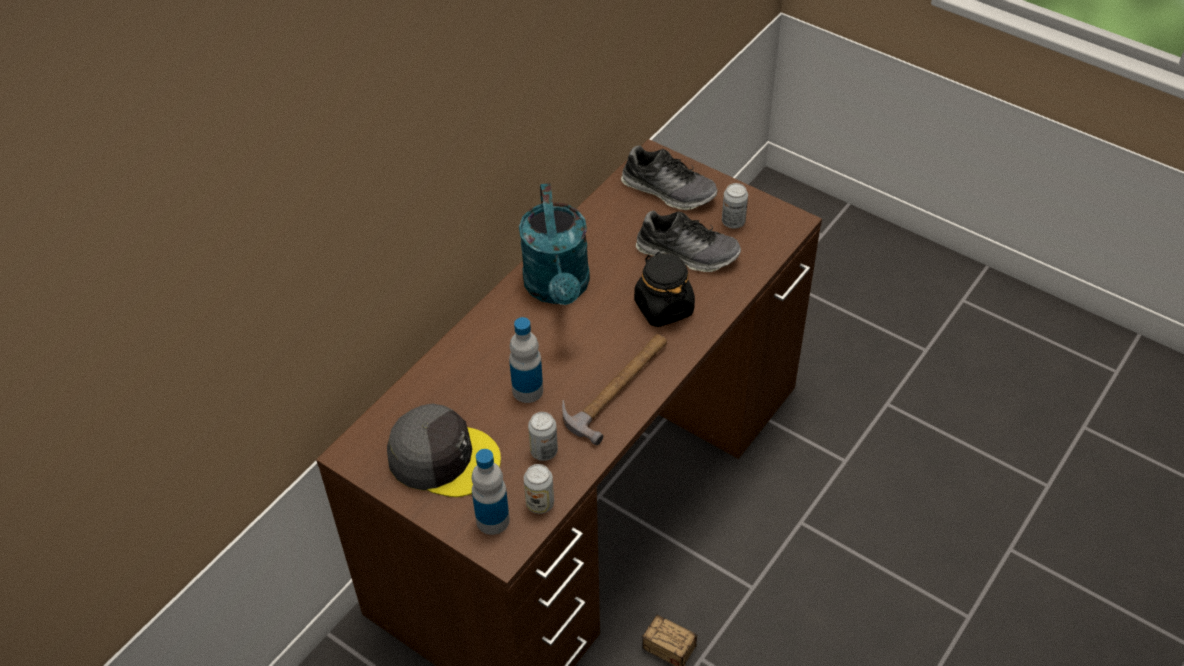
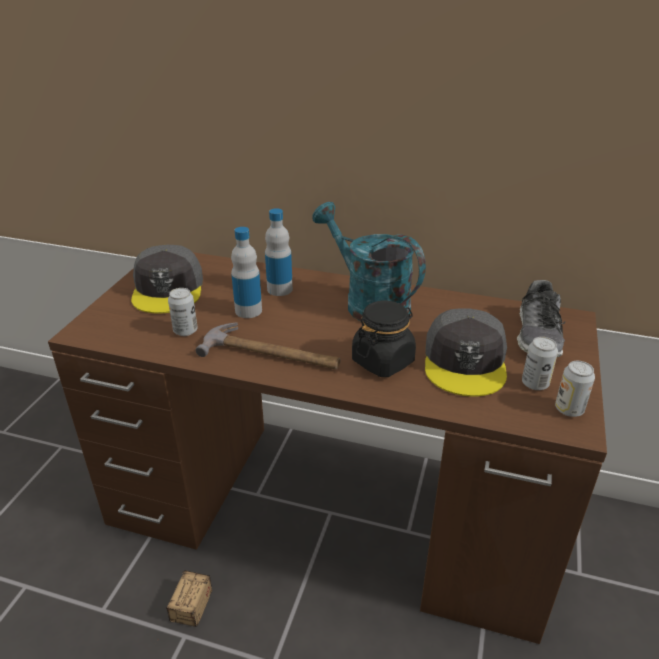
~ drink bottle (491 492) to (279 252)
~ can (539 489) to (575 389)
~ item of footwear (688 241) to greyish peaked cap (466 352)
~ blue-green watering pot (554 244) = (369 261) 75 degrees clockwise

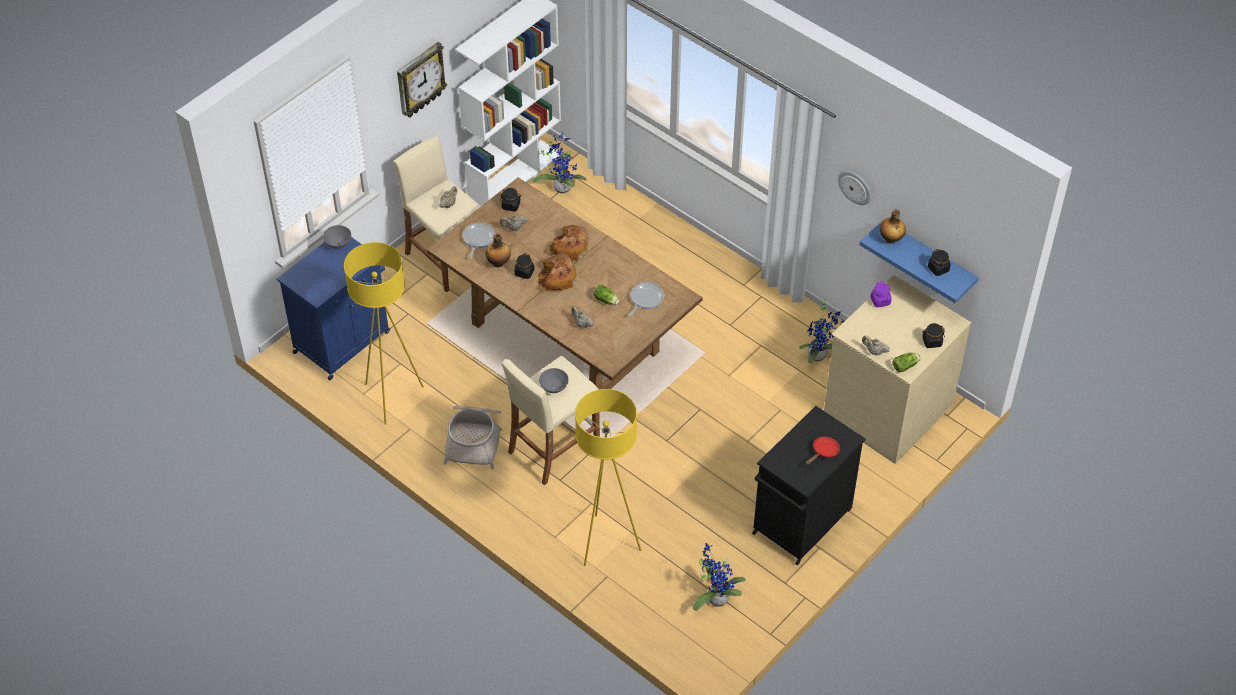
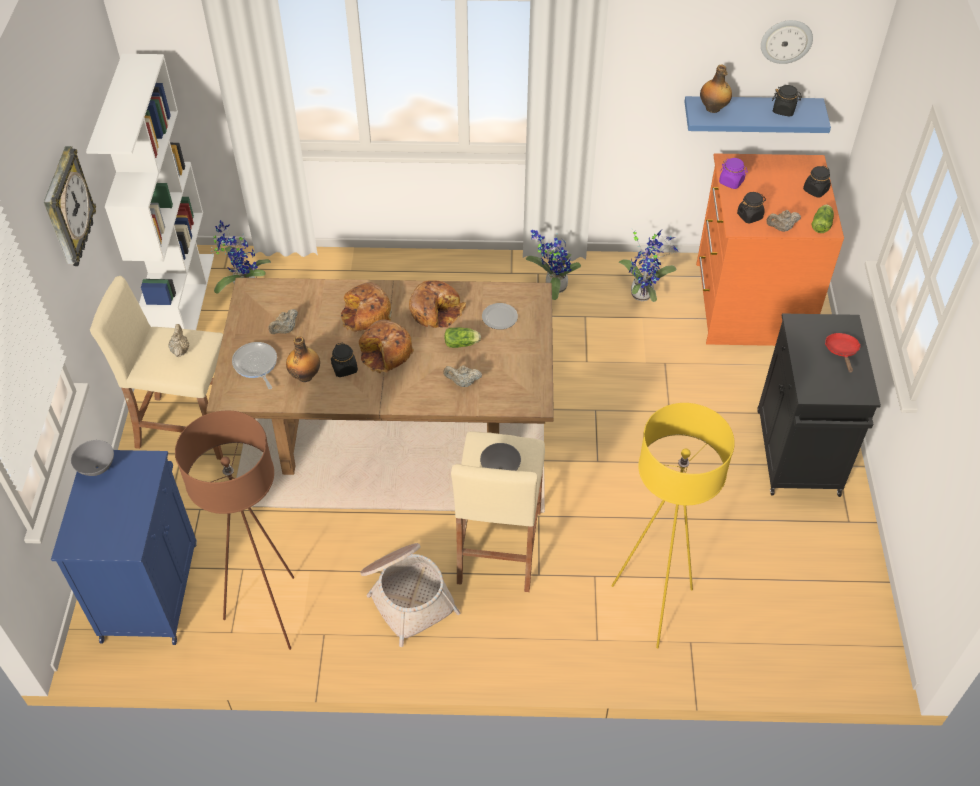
+ bread (437 304)
~ black jar (511 199) to (751 208)
~ potted plant (719 577) to (553 265)
~ hanging clock (854 188) to (787 42)
~ skillet (646 299) to plate (500 316)
~ yellow-coloured standard lamp (384 333) to brown standard lamp (234 530)
~ beige-coloured chest of drawers (897 369) to orange-coloured chest of drawers (770 250)

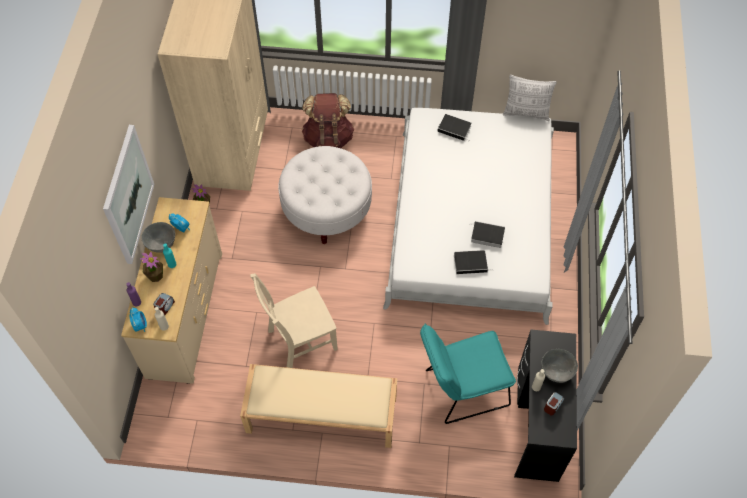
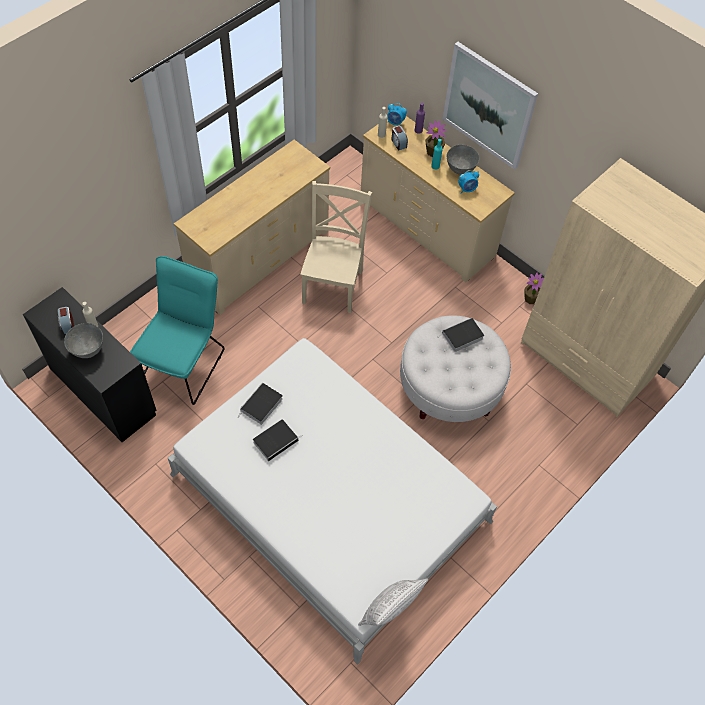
- brown backpack (328 120)
~ bound book (454 128) to (462 335)
~ beige-coloured indoor bench (319 406) to beige-coloured chest of drawers (252 227)

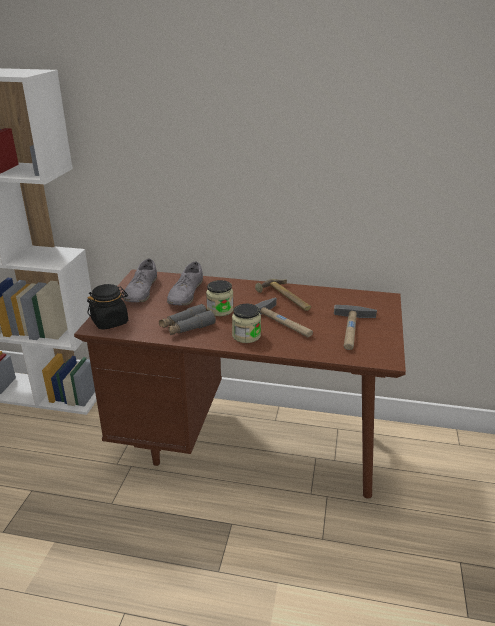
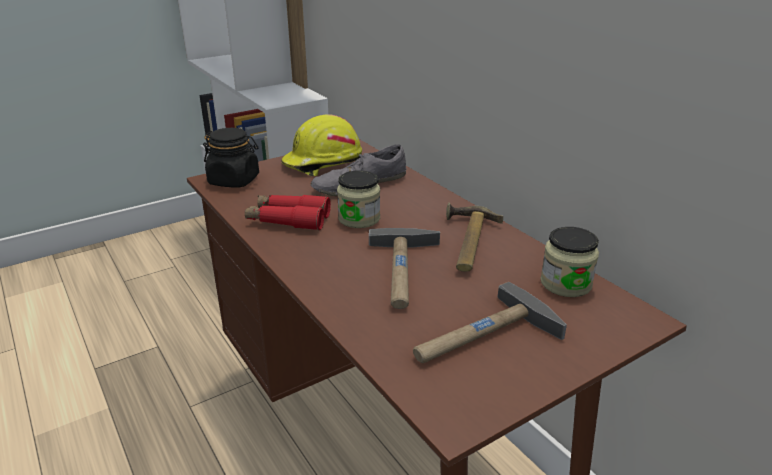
~ jar (246 323) to (569 262)
~ greyish item of footwear (140 280) to yellow-coloured hard hat (322 145)
~ greyish field glasses (187 319) to red field glasses (288 212)

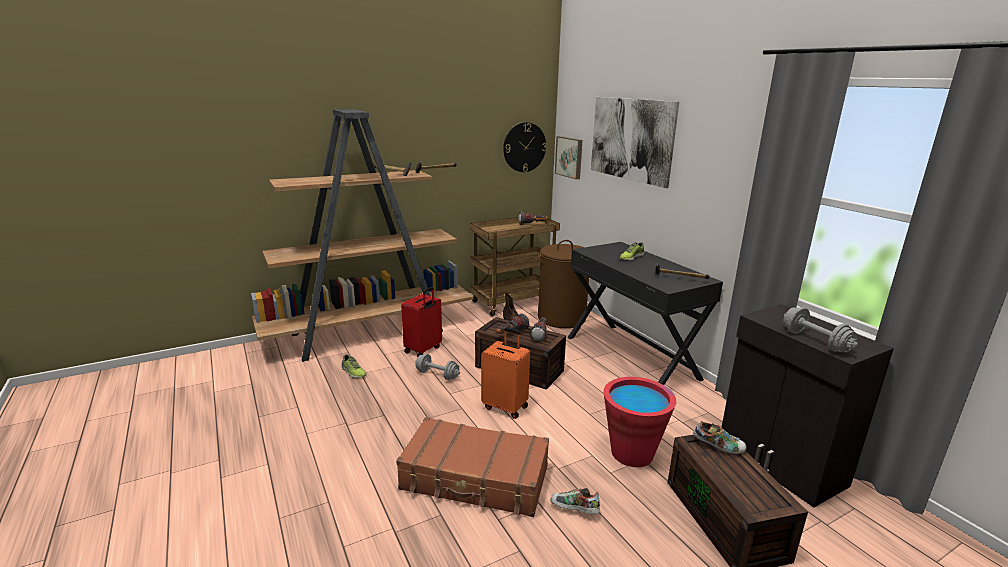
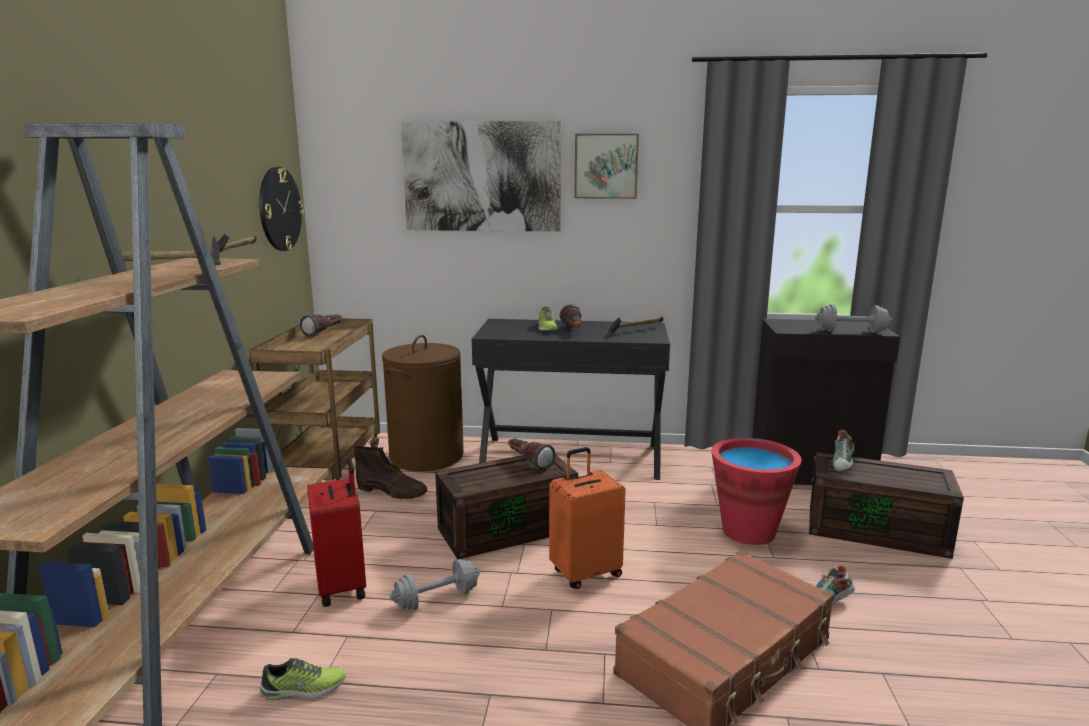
~ hand torch (512 324) to (570 316)
~ wall art (569 157) to (606 166)
~ item of footwear (720 437) = (843 451) 150 degrees clockwise

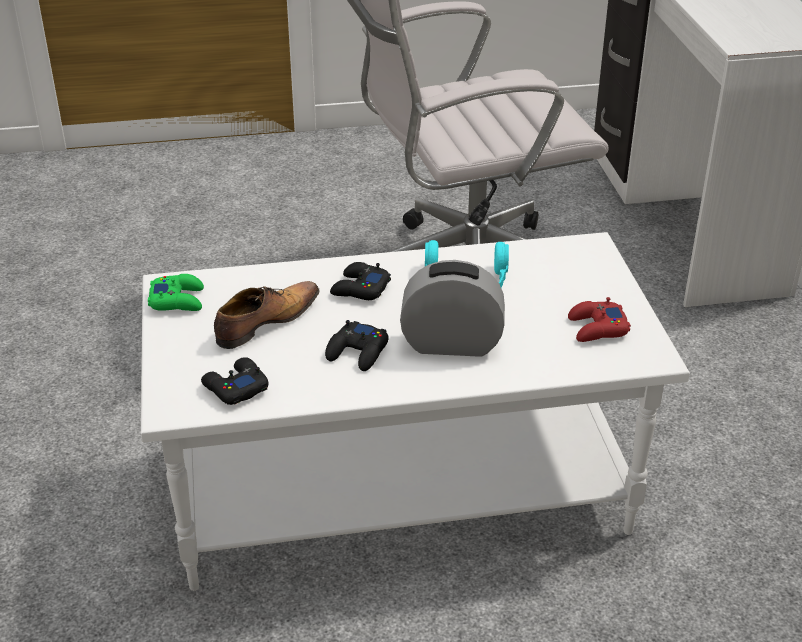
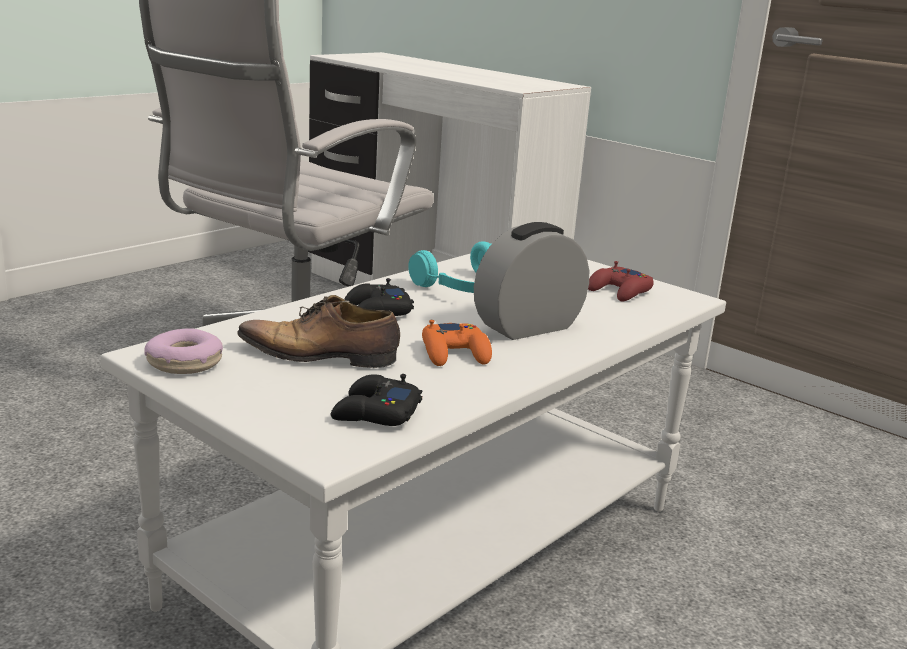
~ green gamepad (176 292) to ring doughnut (183 351)
~ black gamepad (357 345) to orange-coloured gamepad (457 343)
~ item of footwear (267 315) = (318 331) 90 degrees counterclockwise

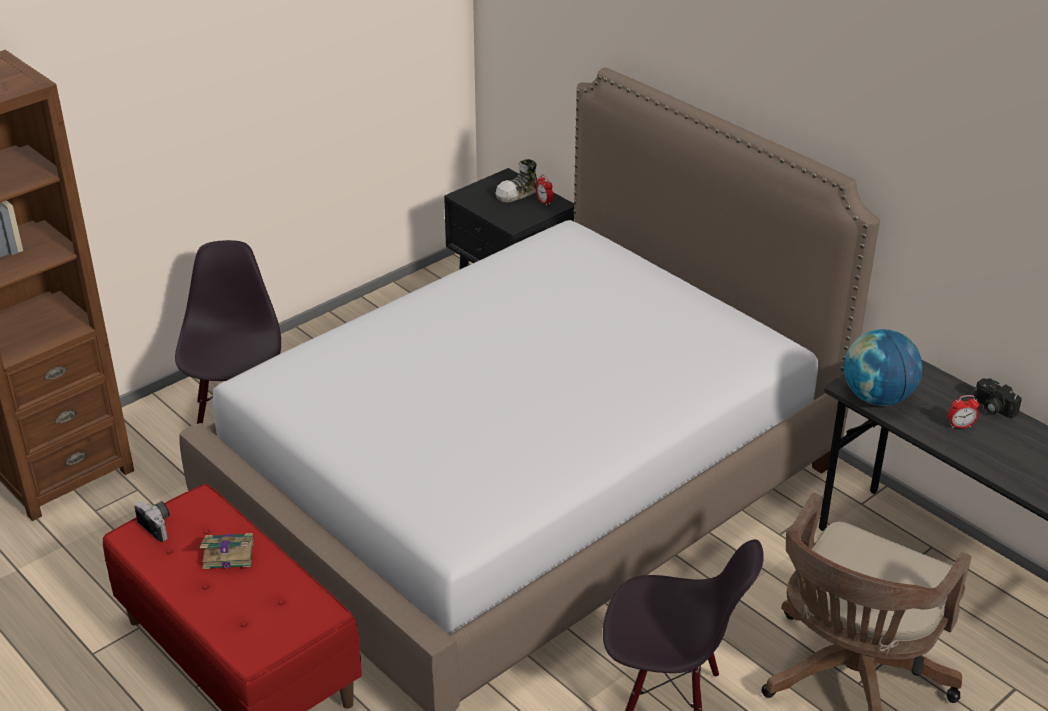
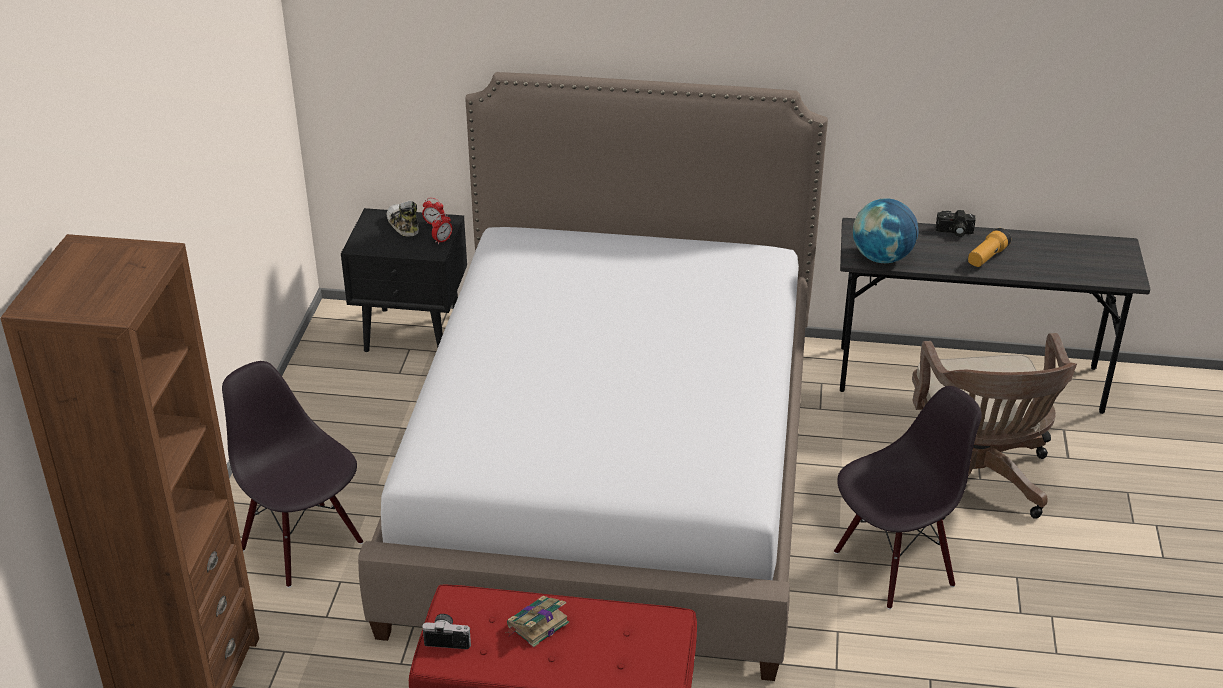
+ hand torch (989 247)
~ bedside clock (963 412) to (442 228)
~ item of footwear (516 180) = (402 219) 135 degrees clockwise

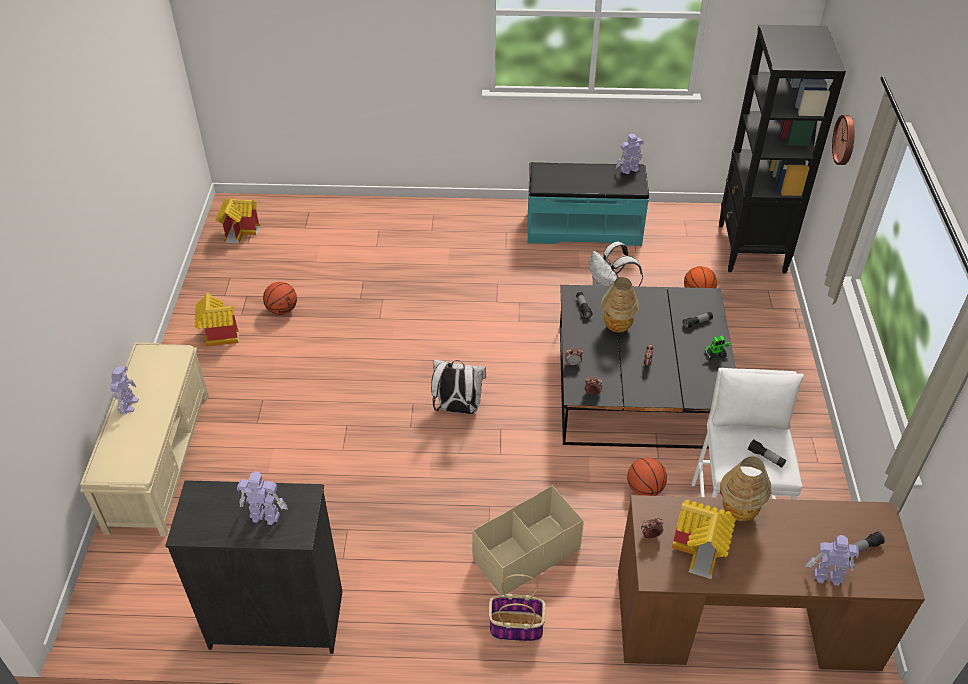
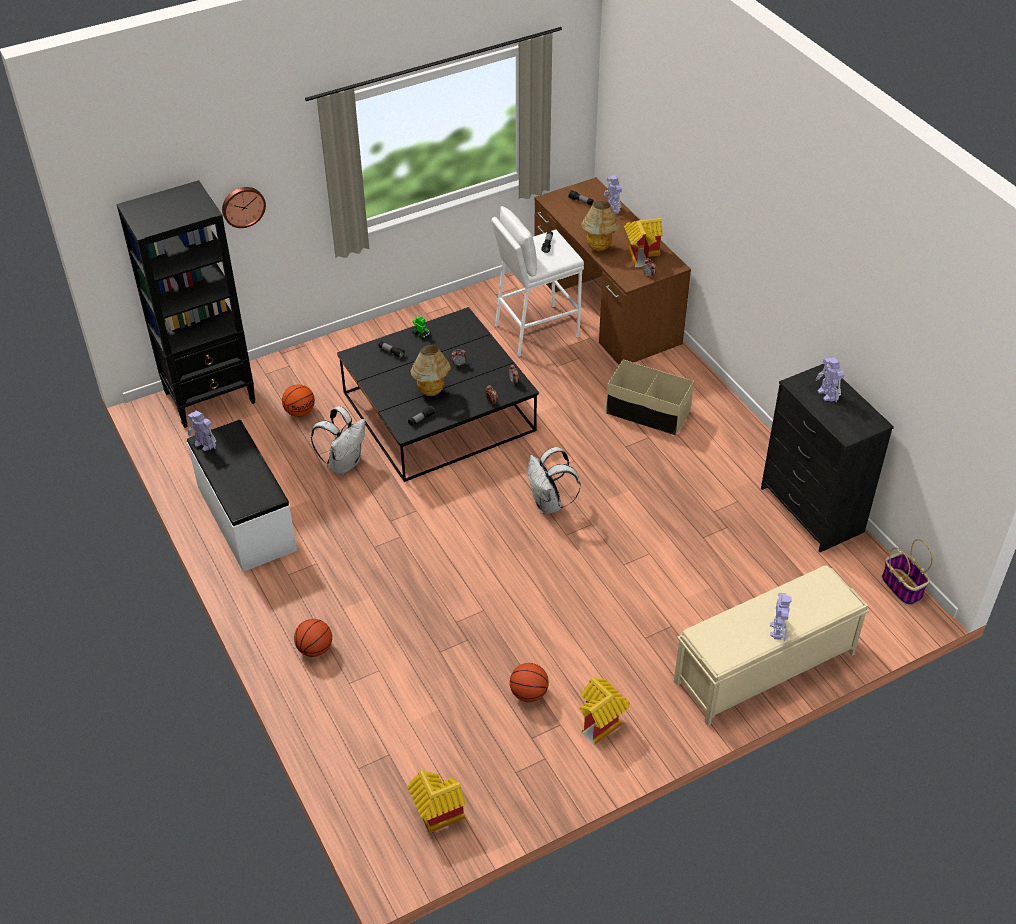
~ storage basket (517 608) to (907 572)
~ basketball (647 477) to (313 638)
~ blue-green indoor bench (588 204) to white-coloured indoor bench (242 496)
~ robot figure (124 390) = (781 617) 120 degrees clockwise

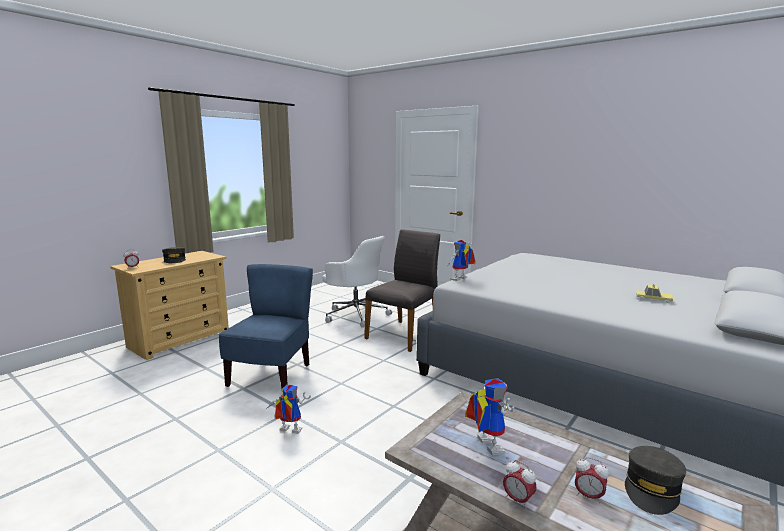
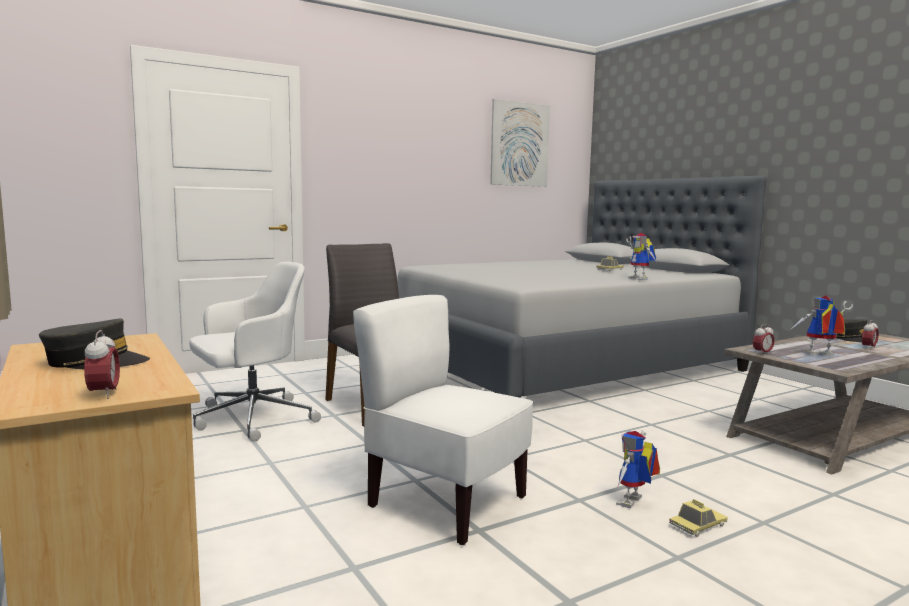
+ wall art (520 143)
+ model car (698 518)
~ robot figure (461 260) to (641 256)
~ bedside clock (520 484) to (764 339)
~ bluish upright chair (265 326) to white-coloured upright chair (443 420)

